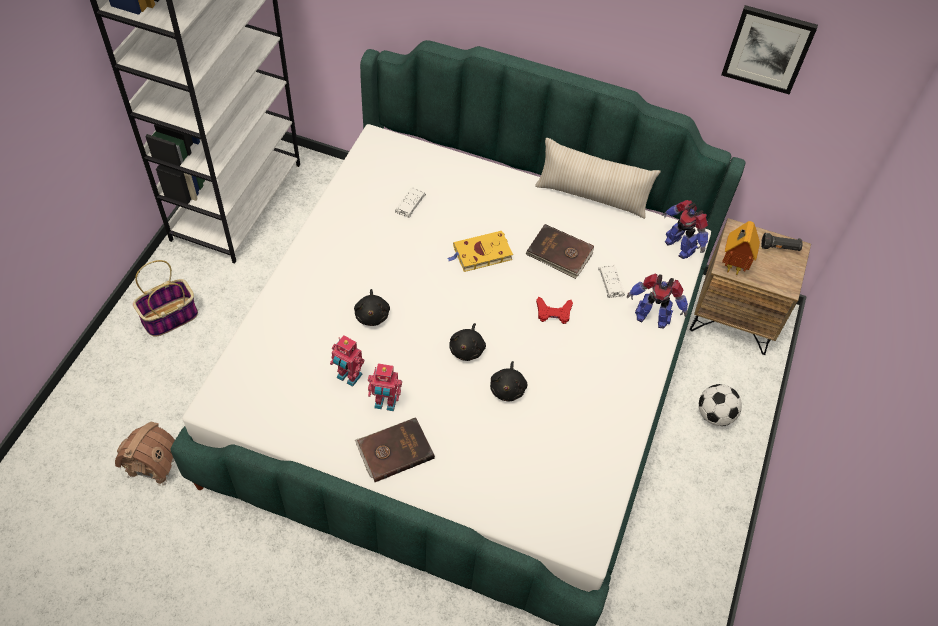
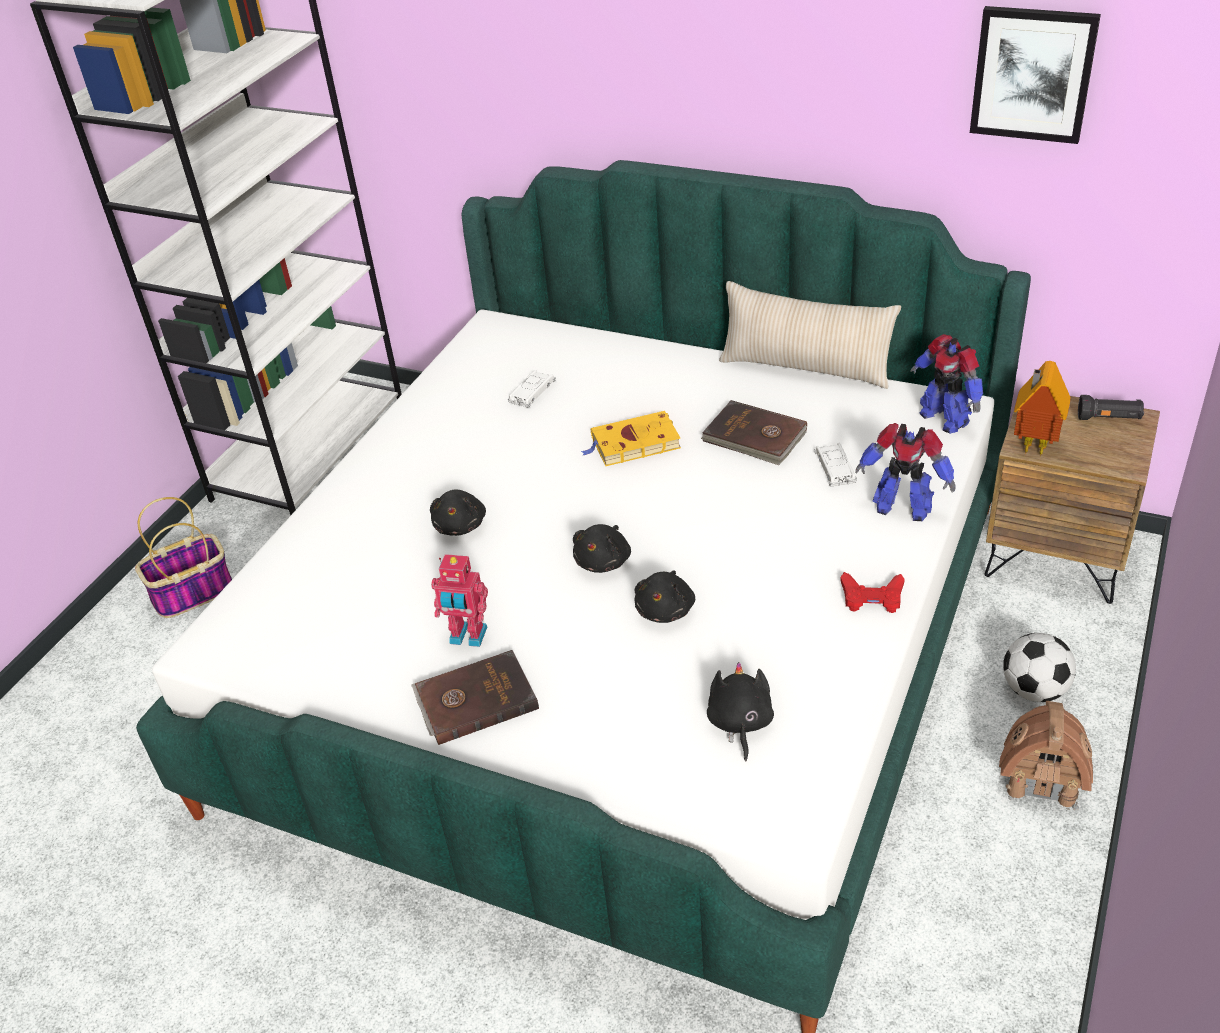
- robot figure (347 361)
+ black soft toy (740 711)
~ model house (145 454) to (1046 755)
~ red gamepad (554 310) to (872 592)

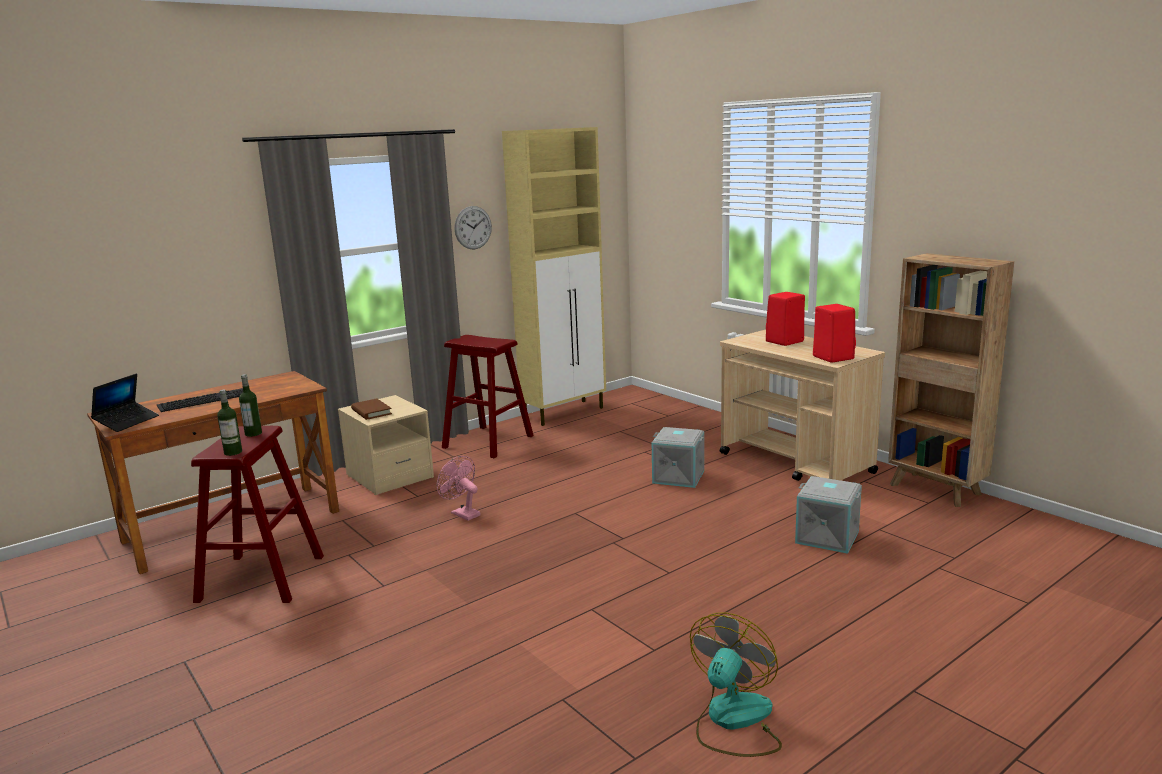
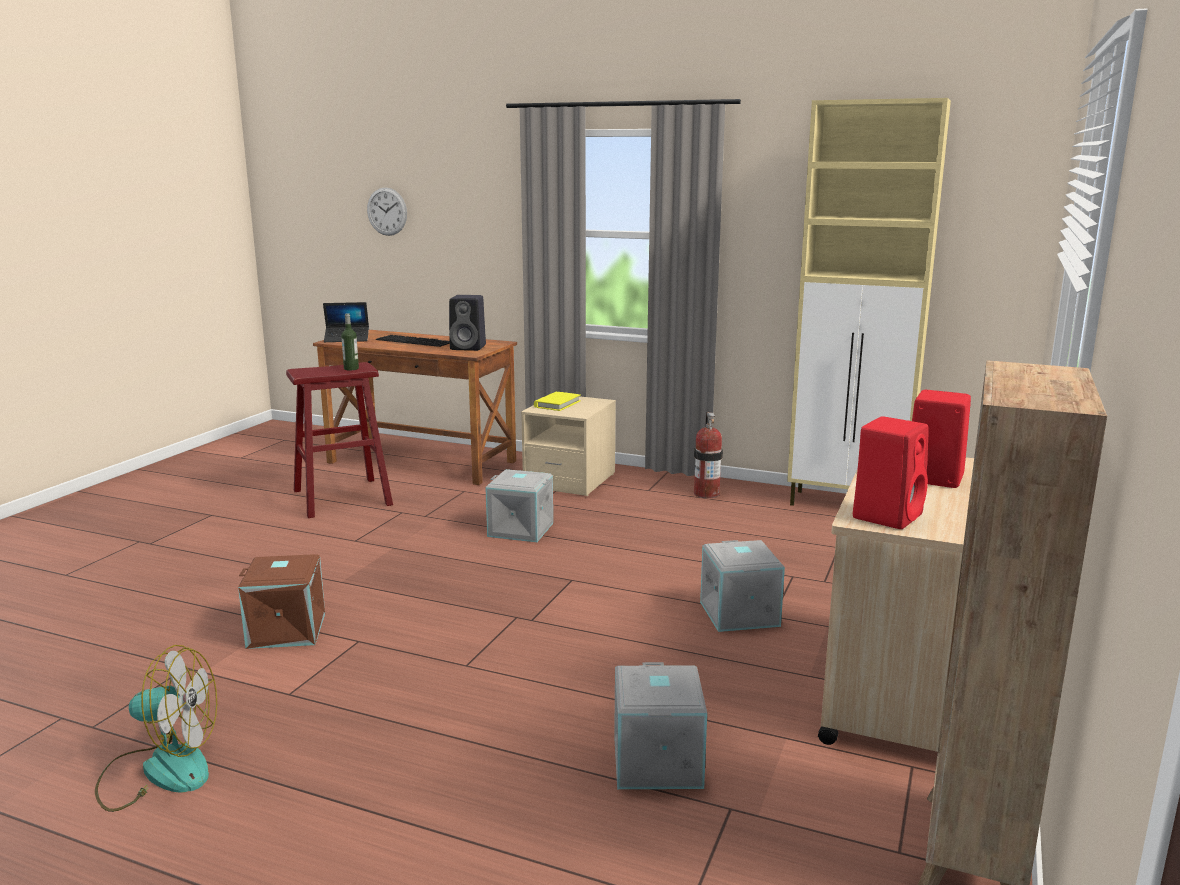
- drink bottle (229 423)
+ brown storage bin (281 601)
+ black loudspeaker (467 323)
~ hanging clock (473 227) to (387 211)
~ pink-coloured cooling fan (459 488) to greyish storage bin (519 505)
~ red stool seat (488 396) to fire-fighting cylinder (708 454)
~ brown bound book (371 409) to yellow-coloured bound book (557 401)

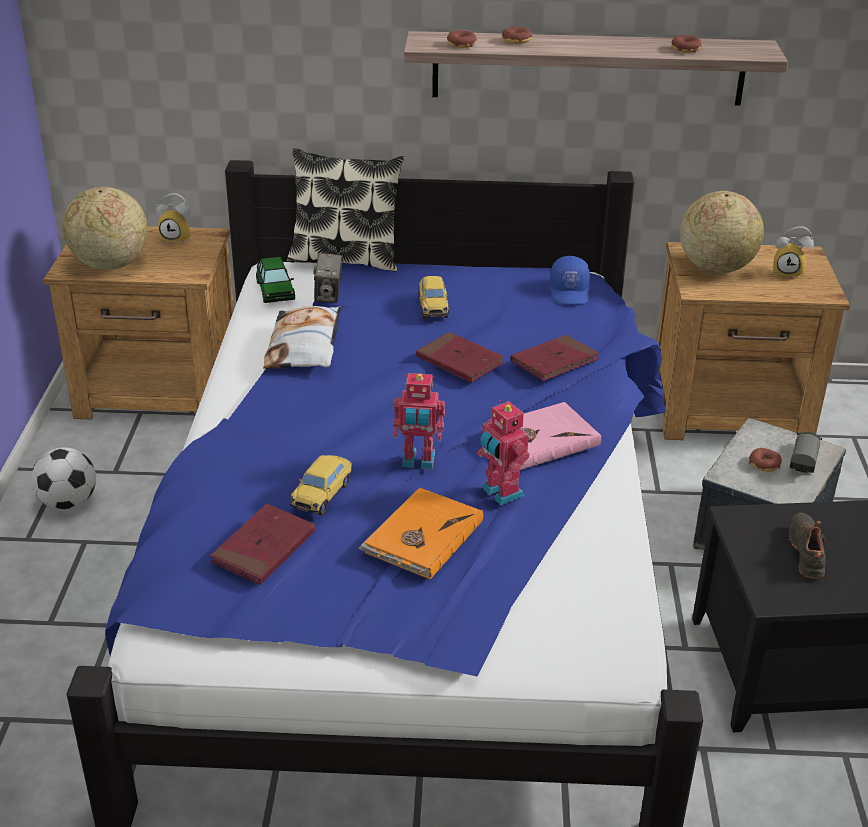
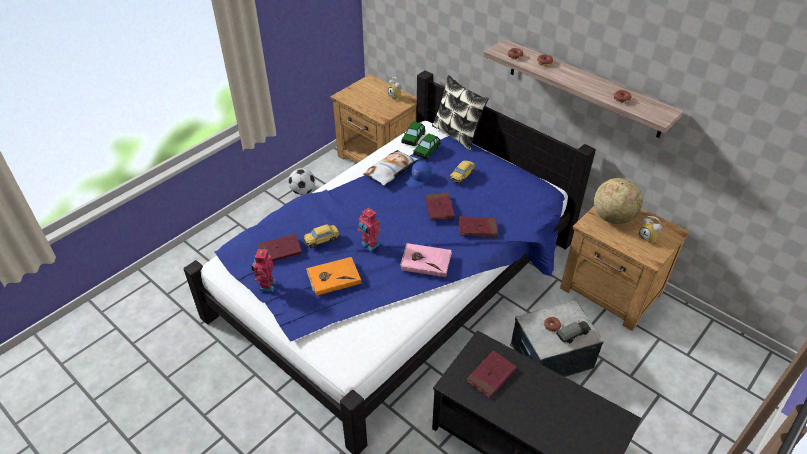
- globe (105 228)
~ robot figure (503 452) to (263 269)
~ bluish peaked cap (570 280) to (418 174)
~ still camera (327 278) to model car (426 146)
~ black item of footwear (807 546) to red bound book (491 374)

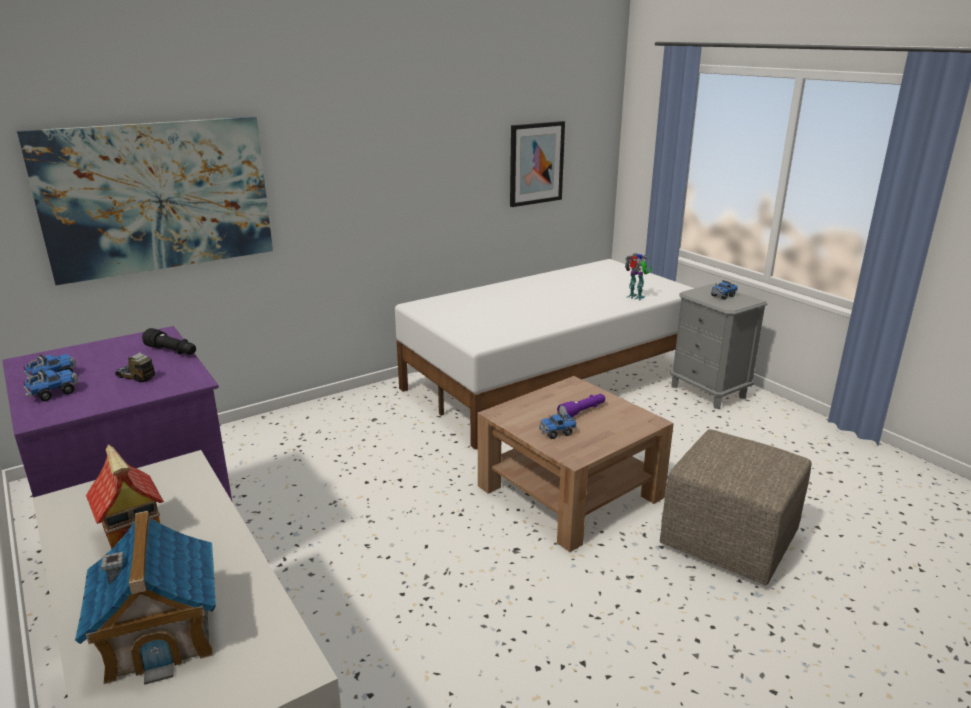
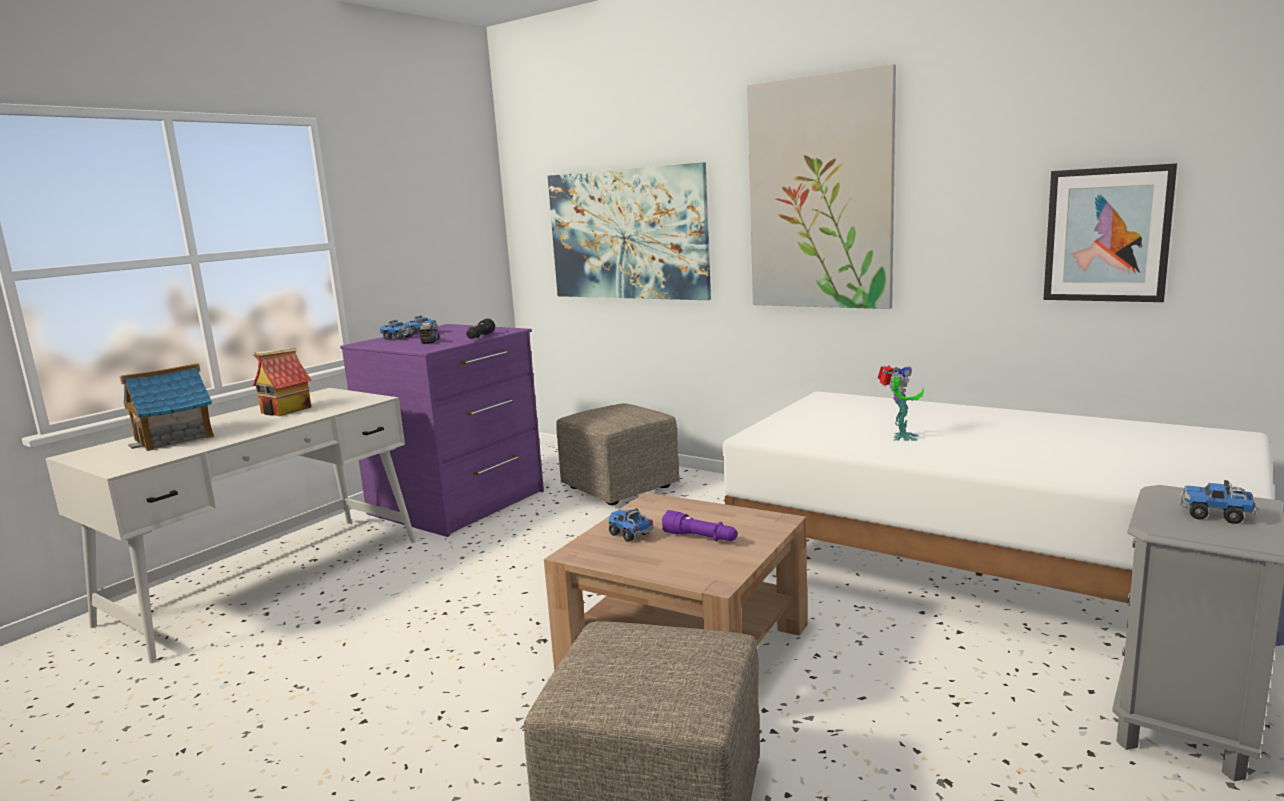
+ beige-coloured pouffe (618 454)
+ wall art (821 186)
~ robot figure (638 276) to (901 403)

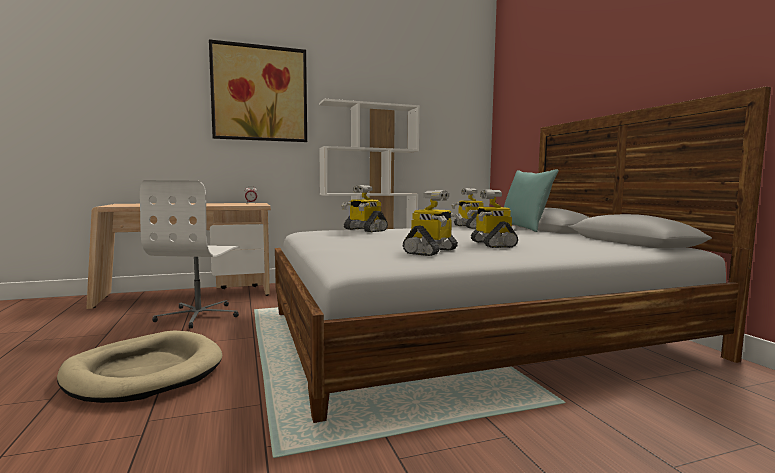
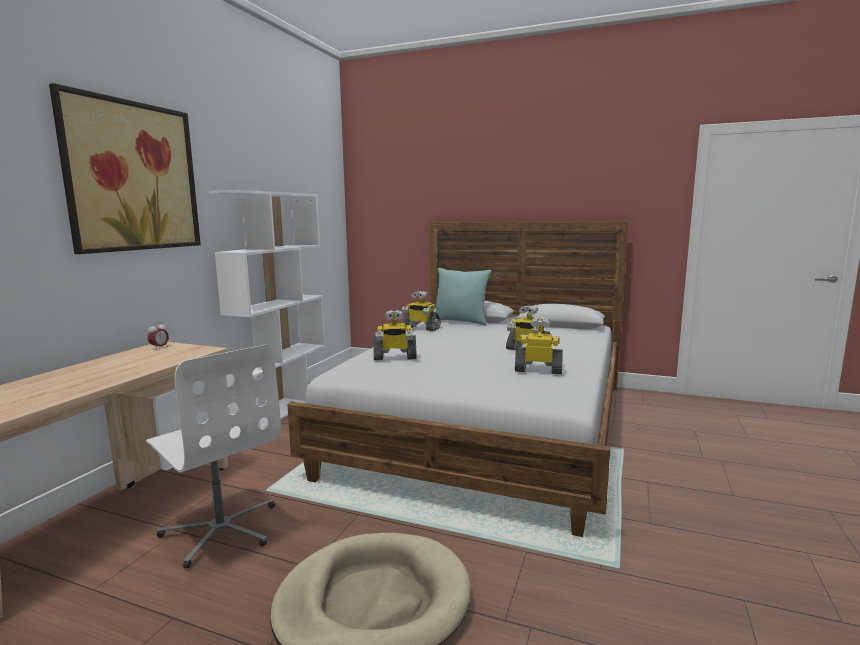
~ robot figure (433 223) = (539 345) 60 degrees counterclockwise

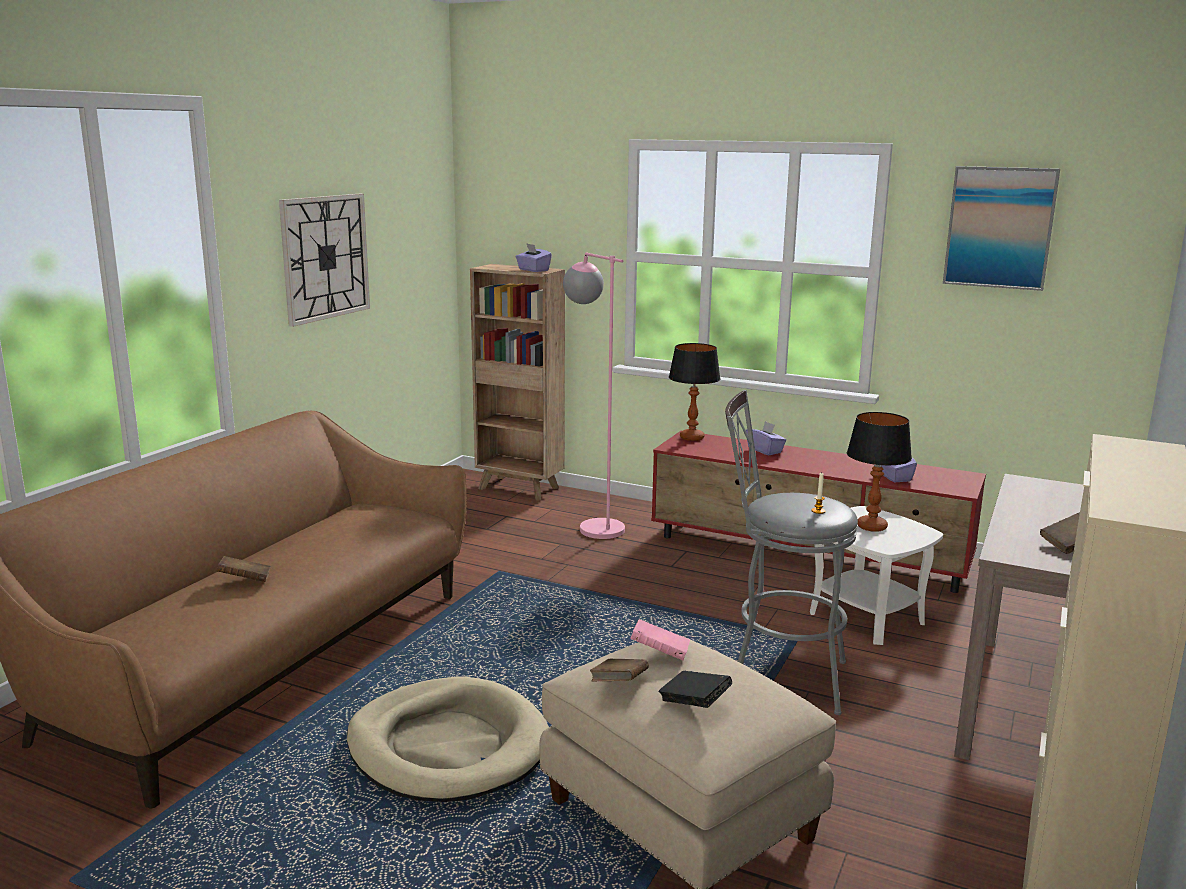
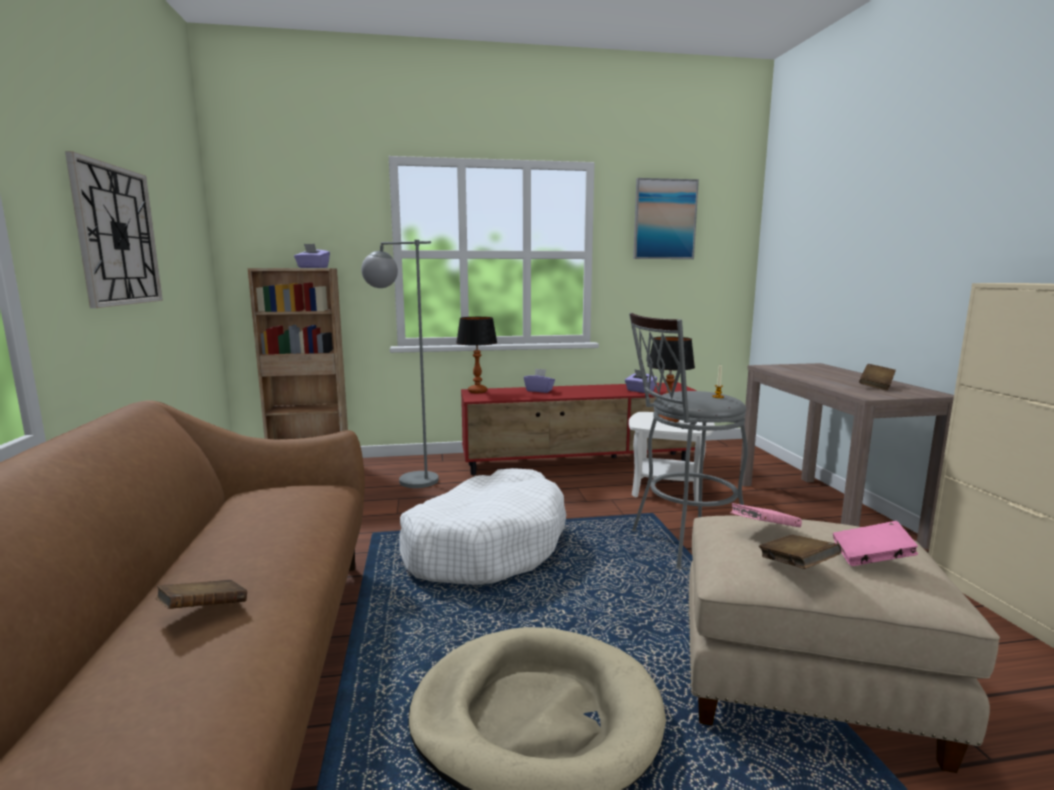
+ white-coloured dog bed (483 526)
~ pink-coloured standard lamp (594 395) to greyish standard lamp (400 364)
~ black bound book (695 689) to pink-coloured bound book (875 543)

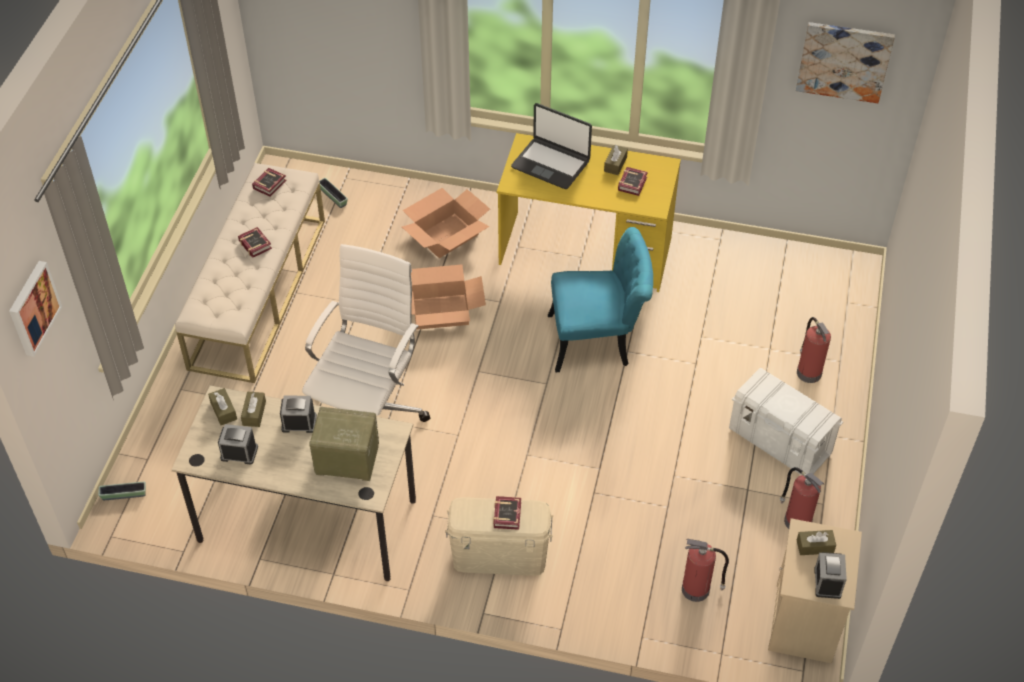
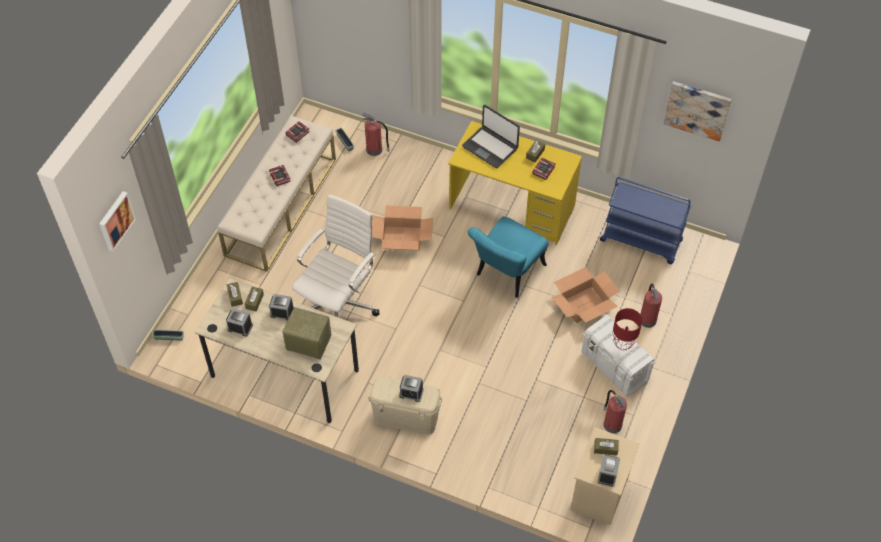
+ bluish cart (645 220)
+ red table lamp (627 329)
~ packing box (446 223) to (586 295)
~ fire-fighting cylinder (705 570) to (376 134)
~ bound book (507 513) to bedside clock (411 388)
~ blue-green upright chair (600 300) = (508 257) 120 degrees clockwise

